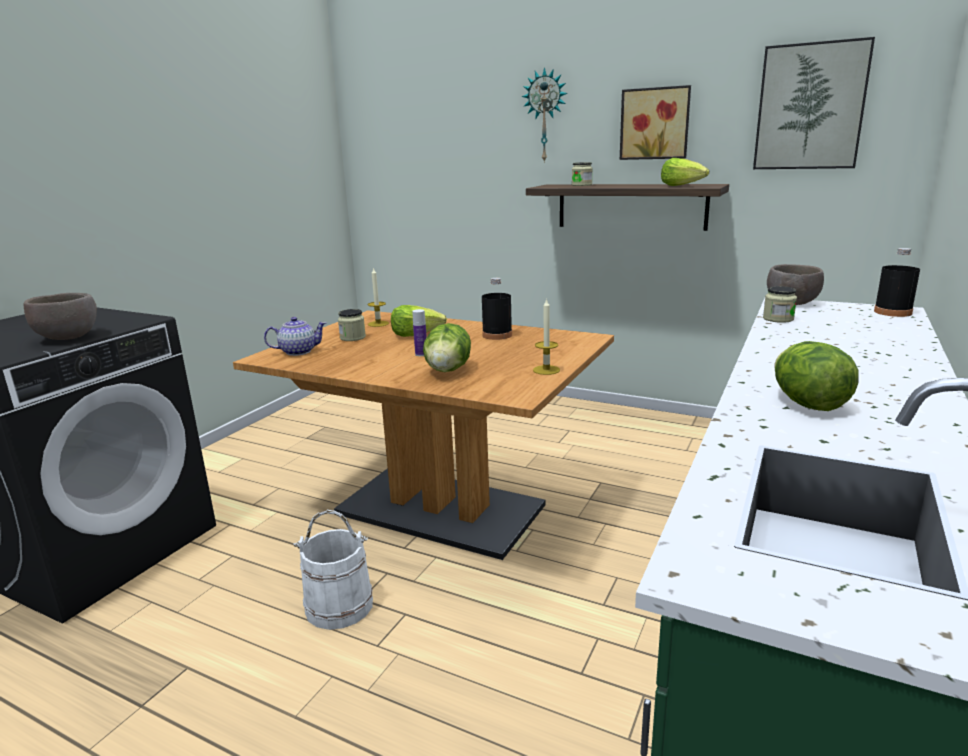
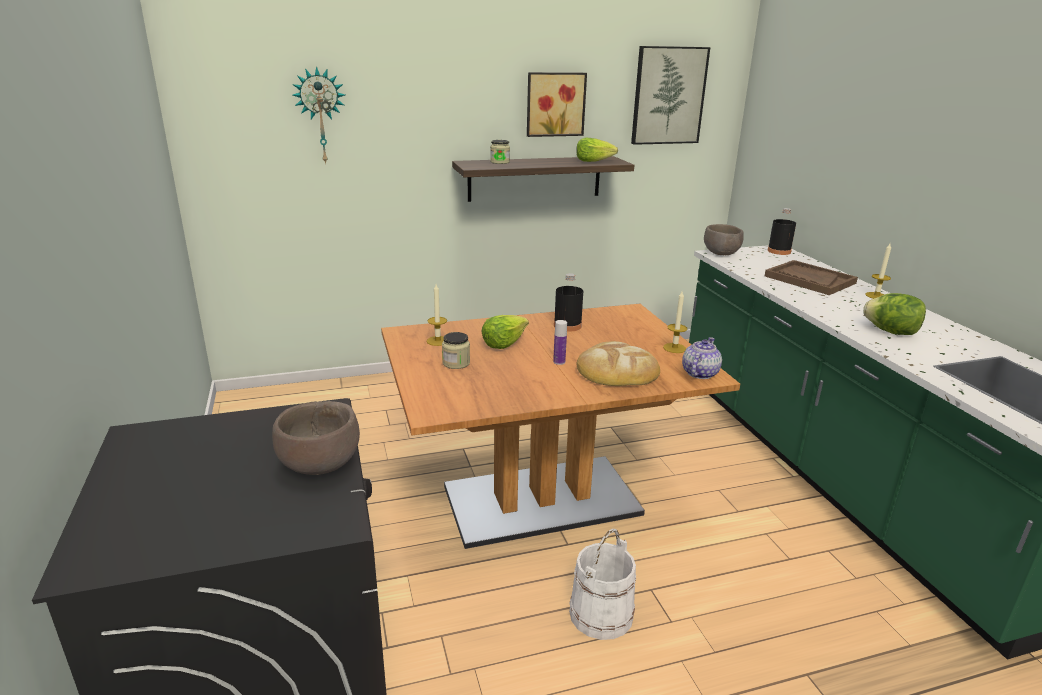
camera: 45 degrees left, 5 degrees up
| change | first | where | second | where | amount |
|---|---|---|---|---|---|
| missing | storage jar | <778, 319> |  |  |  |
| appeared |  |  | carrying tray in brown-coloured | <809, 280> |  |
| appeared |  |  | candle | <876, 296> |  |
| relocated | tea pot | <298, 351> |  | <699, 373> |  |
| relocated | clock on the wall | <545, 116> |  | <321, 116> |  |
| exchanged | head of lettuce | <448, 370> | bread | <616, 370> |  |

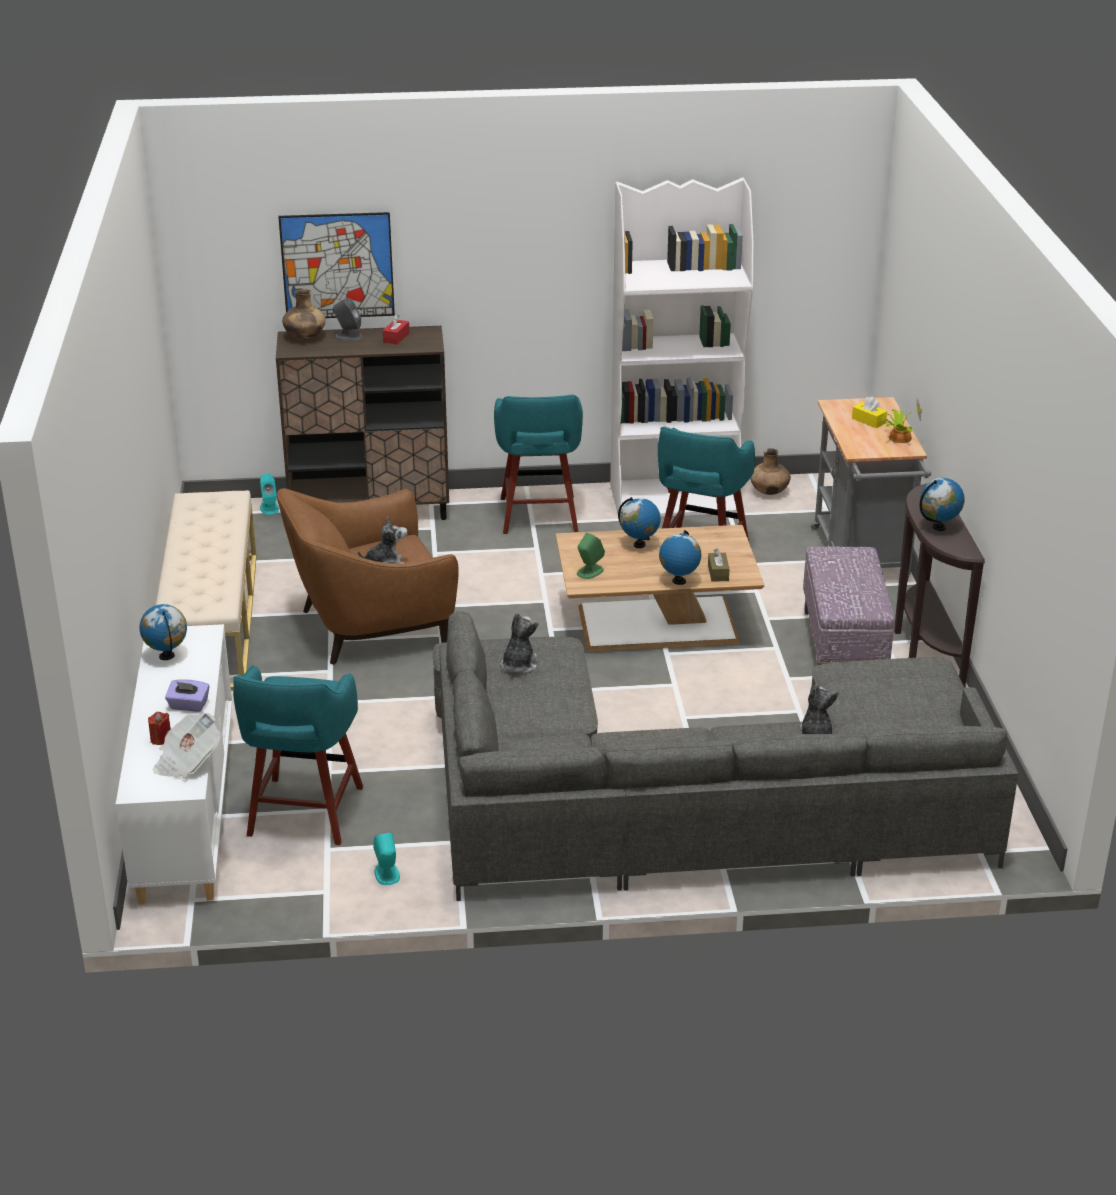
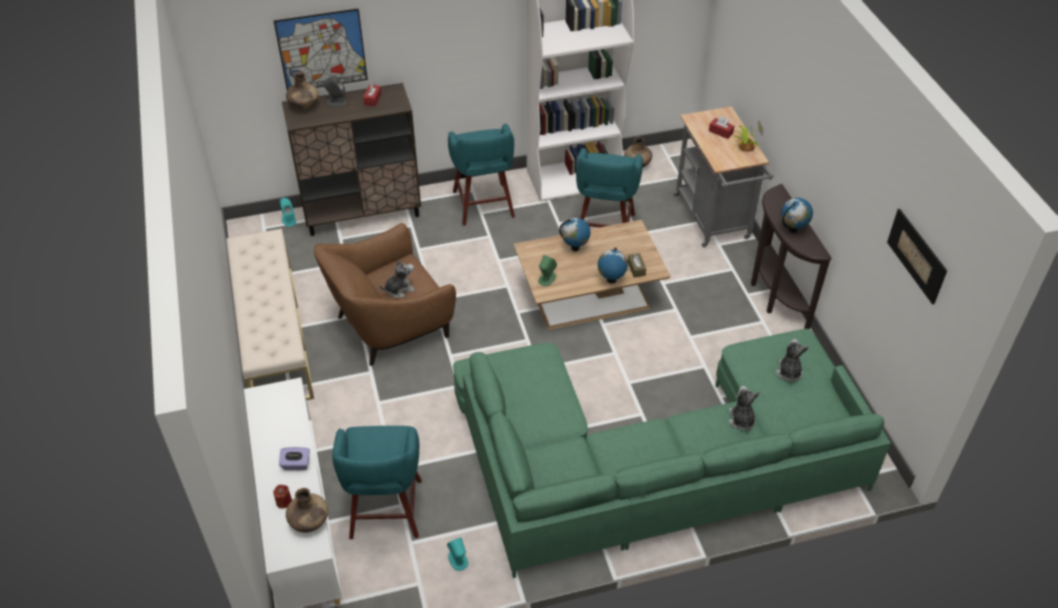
camera: 10 degrees left, 15 degrees up
| change | first | where | second | where | amount |
|---|---|---|---|---|---|
| missing | desk globe | <167, 656> |  |  |  |
| missing | ottoman | <844, 646> |  |  |  |
| appeared |  |  | wall picture | <916, 255> |  |
| relocated | plush toy | <518, 665> |  | <789, 372> |  |
| exchanged | daily paper | <187, 762> | flower vase in brown-coloured | <309, 522> |  |
| colour | settee in gray | <692, 806> | settee in green-coloured | <653, 464> |  |
| colour | tissue box in yellow | <868, 421> | tissue box in red | <720, 132> |  |

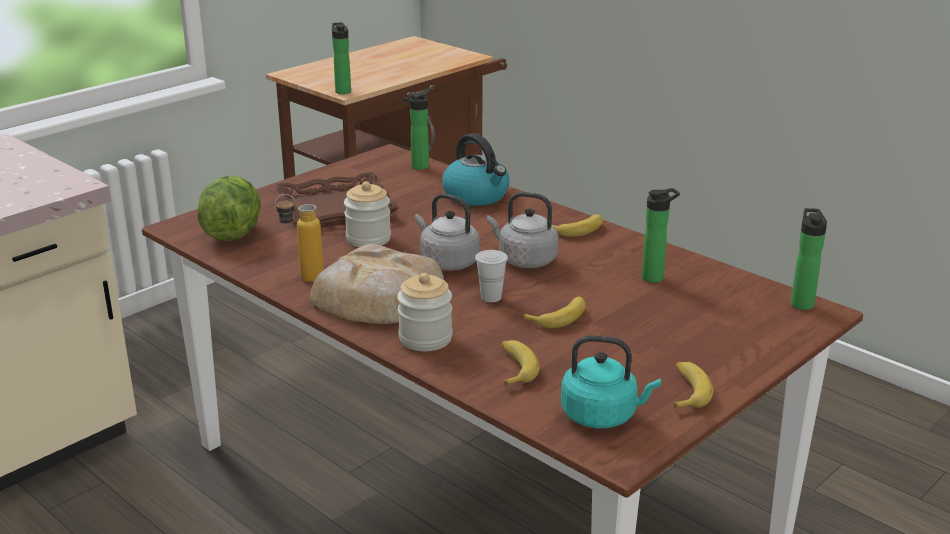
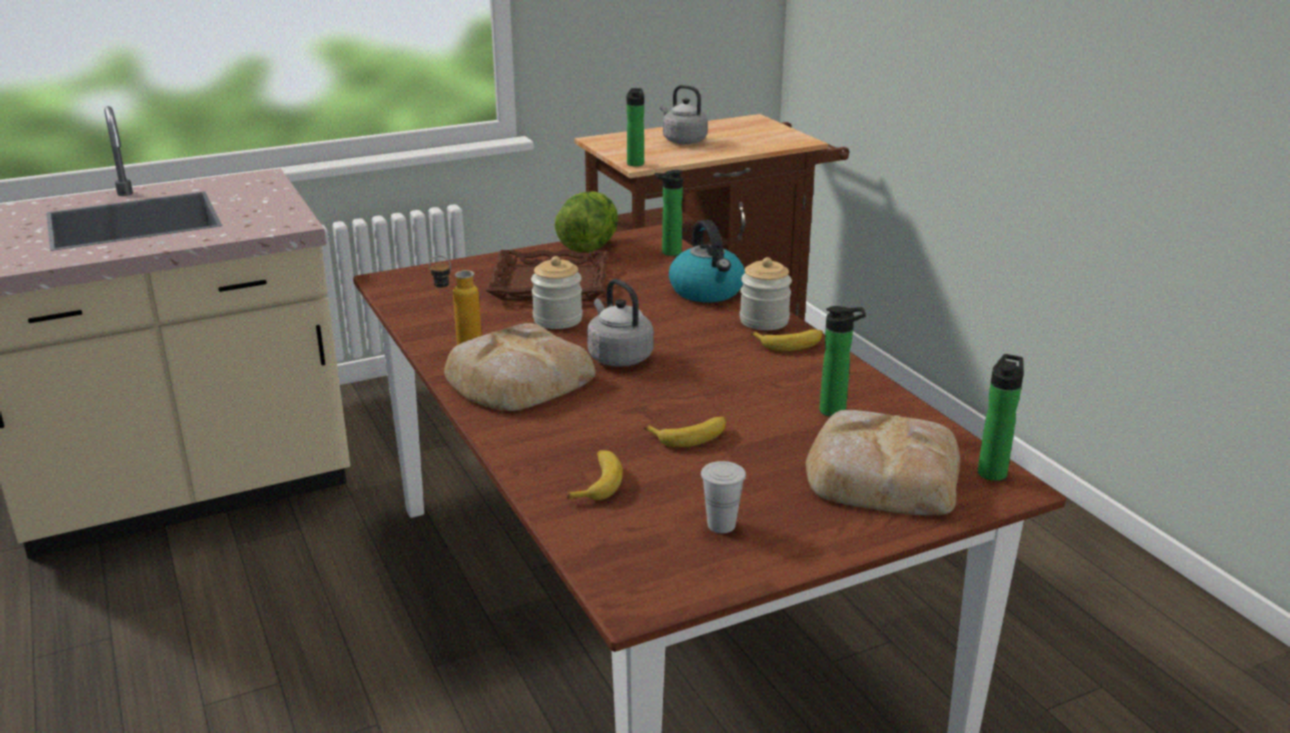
camera: 20 degrees right, 0 degrees up
| change | first | where | second | where | amount |
|---|---|---|---|---|---|
| missing | kettle in turquoise-coloured | <602, 416> |  |  |  |
| missing | whole banana | <687, 391> |  |  |  |
| appeared |  |  | bread | <880, 474> |  |
| relocated | head of lettuce | <232, 233> |  | <589, 247> |  |
| relocated | storage jar | <425, 339> |  | <764, 321> |  |
| relocated | drinking cup in whitish | <491, 297> |  | <721, 525> |  |
| relocated | kettle in gray | <524, 260> |  | <682, 140> |  |

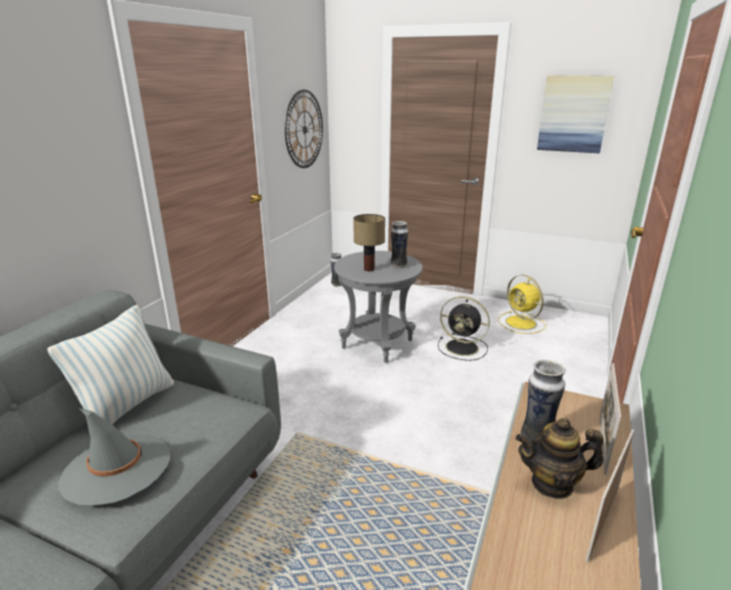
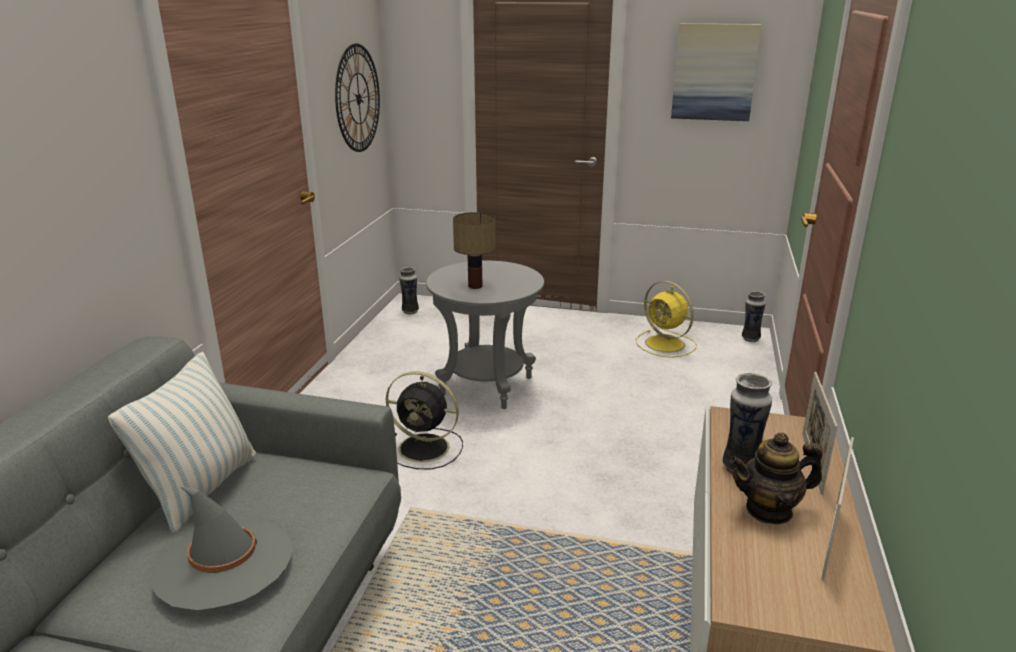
camera: 10 degrees left, 0 degrees up
| change | first | where | second | where | amount |
|---|---|---|---|---|---|
| relocated | flower vase | <398, 265> |  | <750, 338> |  |
| relocated | electric fan in black-coloured | <463, 348> |  | <426, 448> |  |

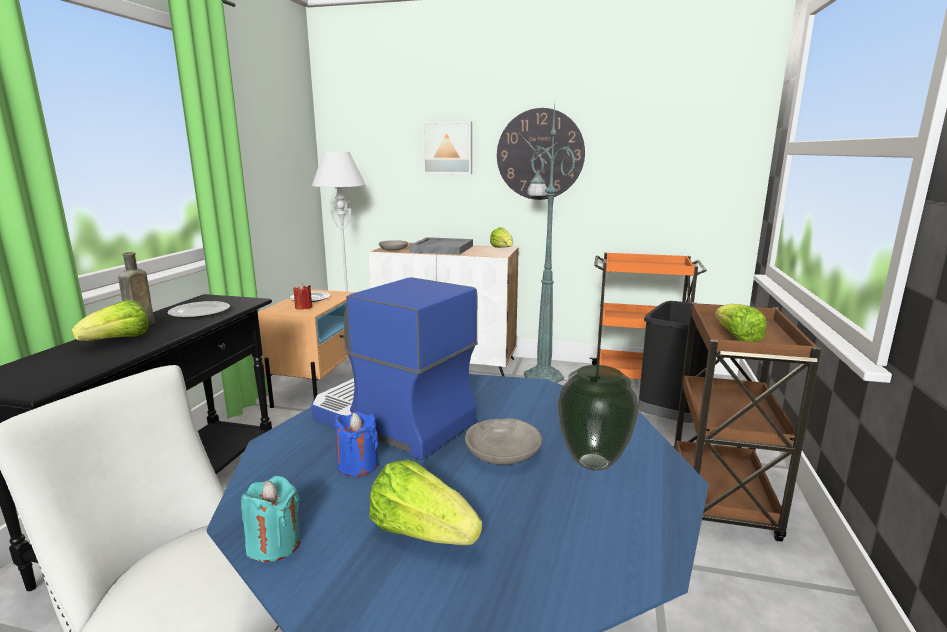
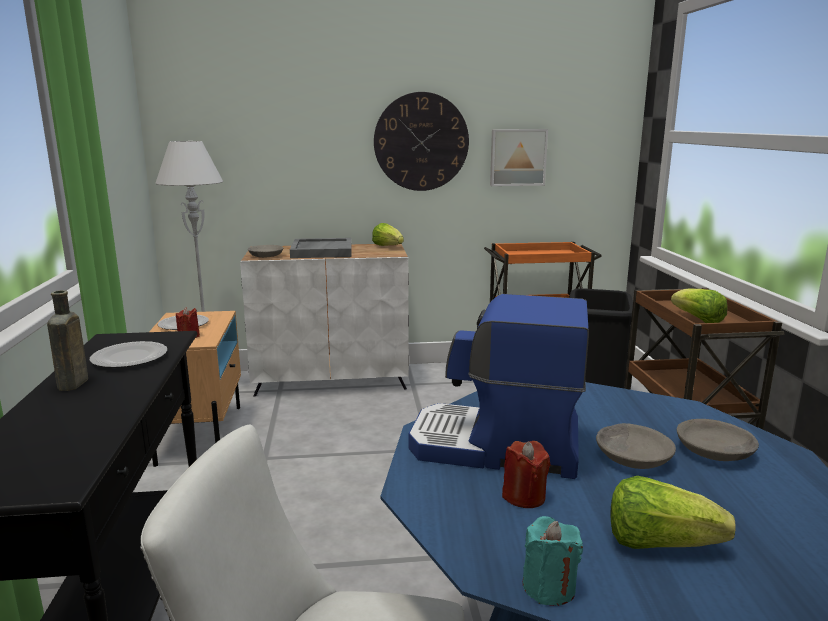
camera: 20 degrees left, 0 degrees up
| change | first | where | second | where | amount |
|---|---|---|---|---|---|
| missing | head of lettuce | <119, 340> |  |  |  |
| missing | standing lamp in green-coloured | <542, 376> |  |  |  |
| relocated | wall picture | <448, 148> |  | <517, 157> |  |
| exchanged | flower vase | <594, 463> | serving bowl in gray | <715, 451> |  |
| colour | candle in blue | <357, 465> | candle in red | <524, 496> |  |

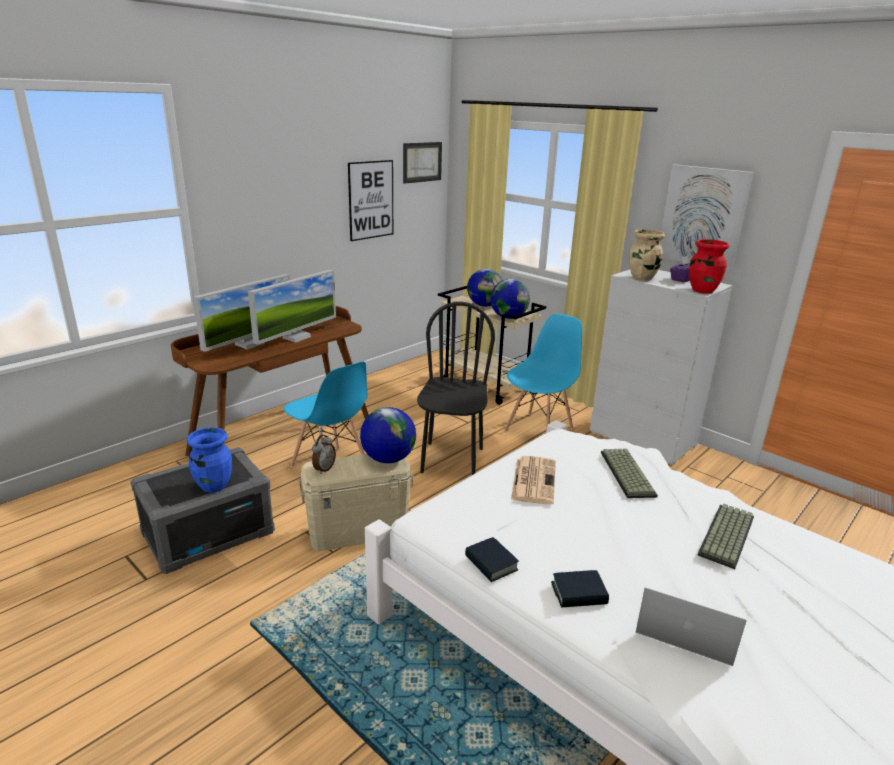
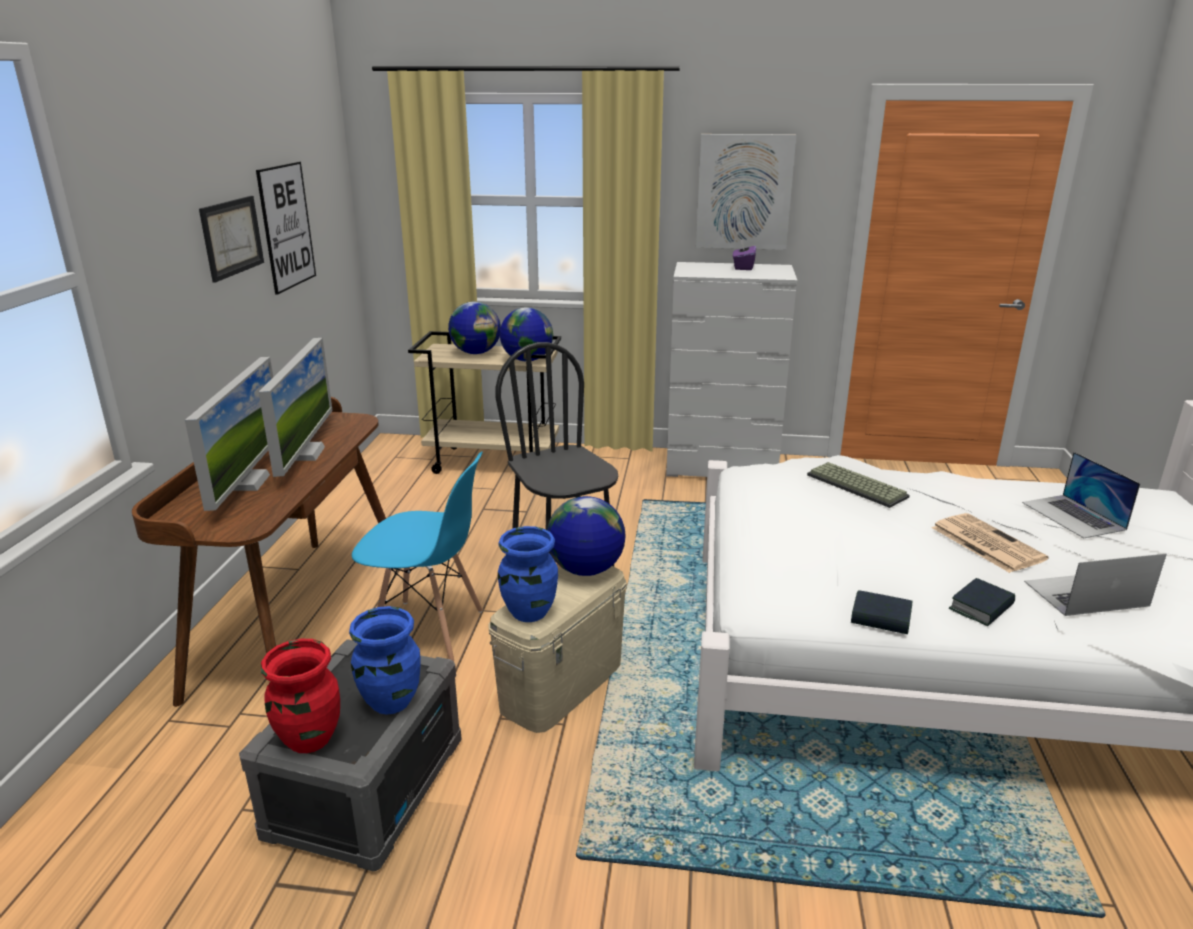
camera: 35 degrees left, 0 degrees up
| change | first | where | second | where | amount |
|---|---|---|---|---|---|
| missing | plain chair in blue | <539, 429> |  |  |  |
| missing | flower vase in beige-coloured | <642, 278> |  |  |  |
| missing | PC keyboard | <728, 537> |  |  |  |
| appeared |  |  | notebook computer | <1073, 516> |  |
| relocated | wall picture | <422, 162> |  | <232, 237> |  |
| relocated | daily paper | <533, 480> |  | <985, 543> |  |
| relocated | flower vase in red | <702, 290> |  | <309, 739> |  |
| exchanged | alarm clock | <324, 469> | flower vase in blue | <528, 612> |  |

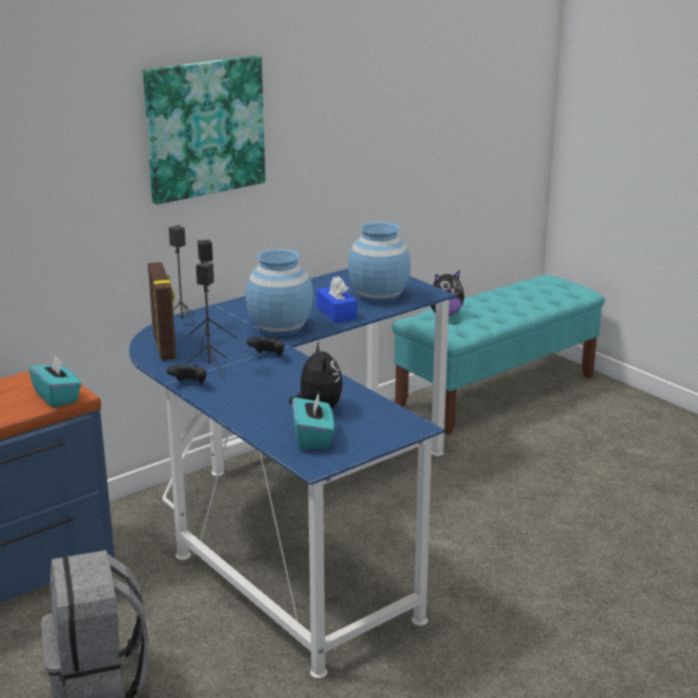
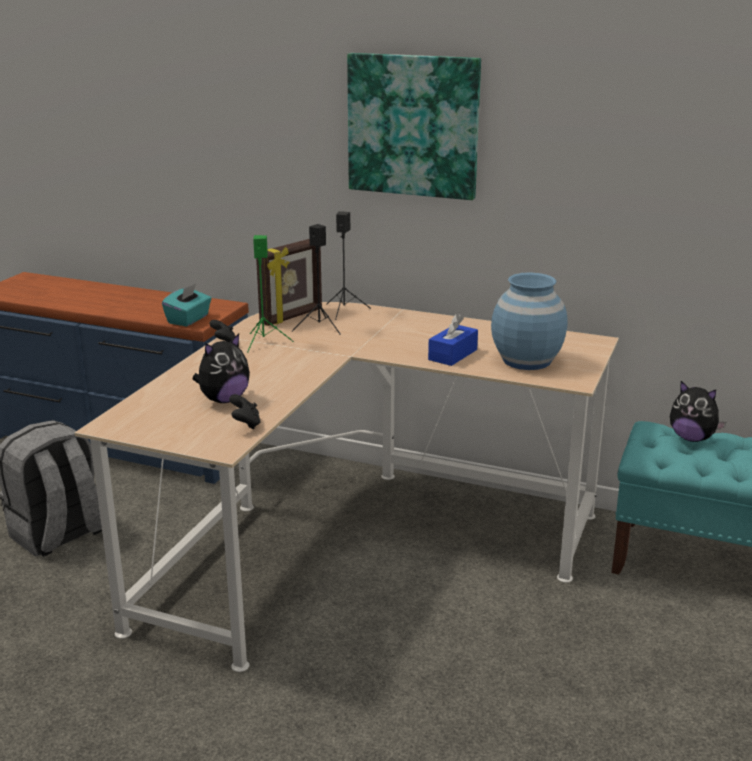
camera: 60 degrees right, 0 degrees up
| change | first | where | second | where | amount |
|---|---|---|---|---|---|
| missing | flower vase in blue | <280, 328> |  |  |  |
| missing | tissue box in turquoise-coloured | <313, 438> |  |  |  |
| relocated | gamepad in black-coloured | <268, 356> |  | <245, 424> |  |
| colour | desk in blue | <297, 518> | desk in beige-coloured | <354, 539> |  |
| colour | audio speaker in black-coloured | <210, 369> | audio speaker in green-coloured | <263, 342> |  |

